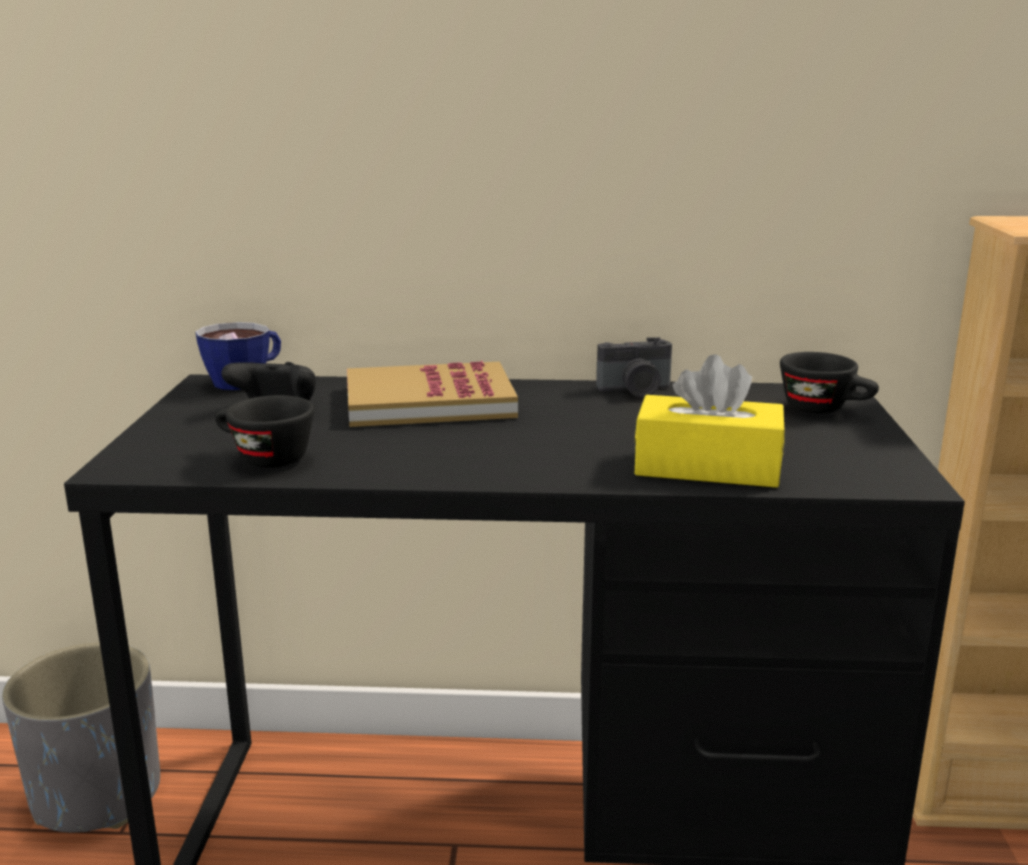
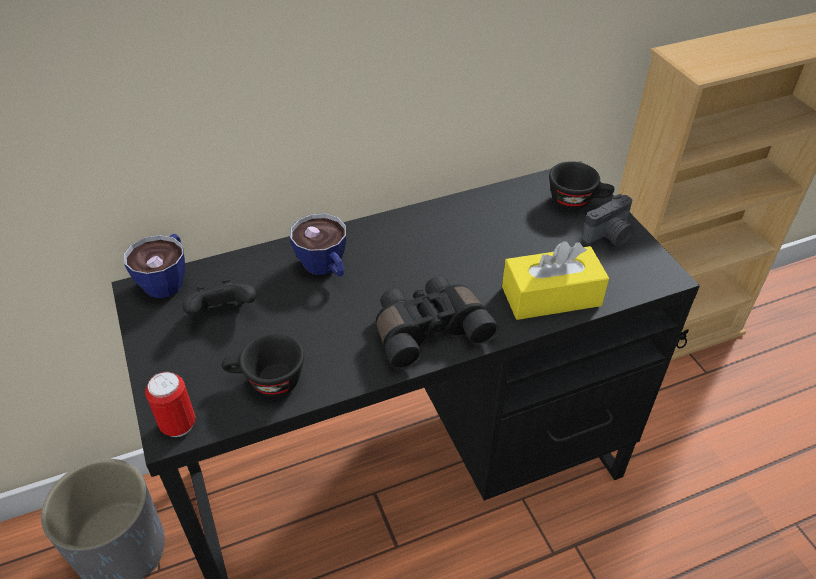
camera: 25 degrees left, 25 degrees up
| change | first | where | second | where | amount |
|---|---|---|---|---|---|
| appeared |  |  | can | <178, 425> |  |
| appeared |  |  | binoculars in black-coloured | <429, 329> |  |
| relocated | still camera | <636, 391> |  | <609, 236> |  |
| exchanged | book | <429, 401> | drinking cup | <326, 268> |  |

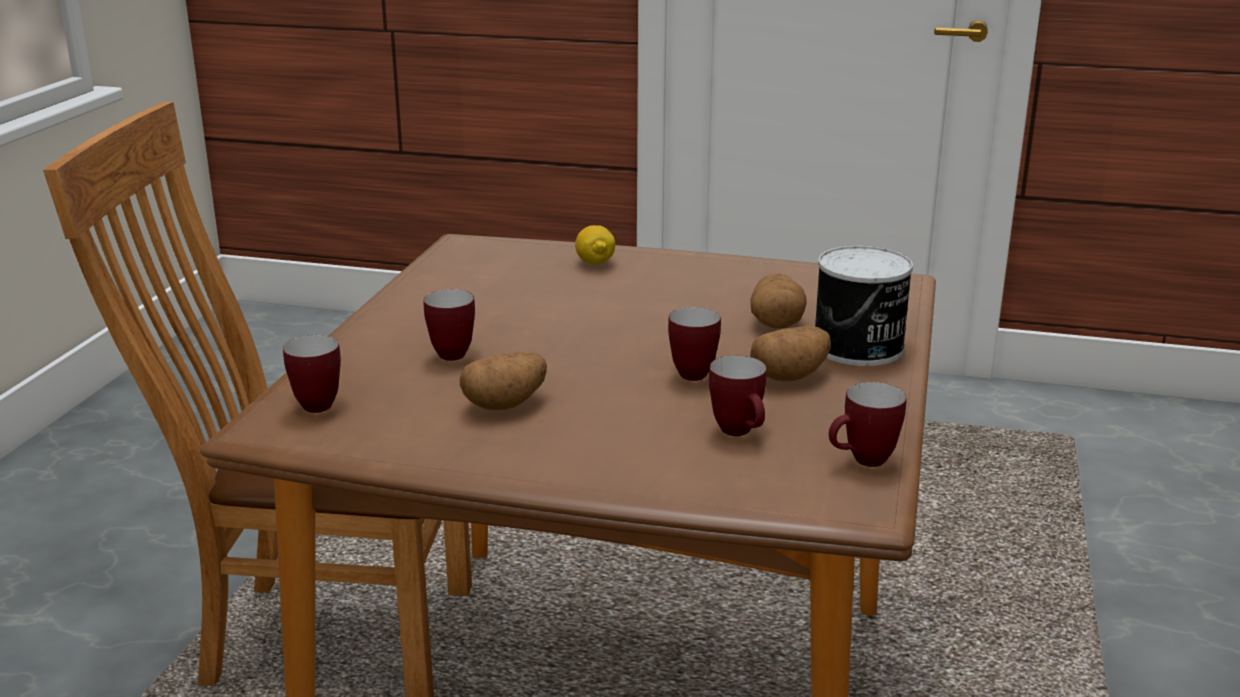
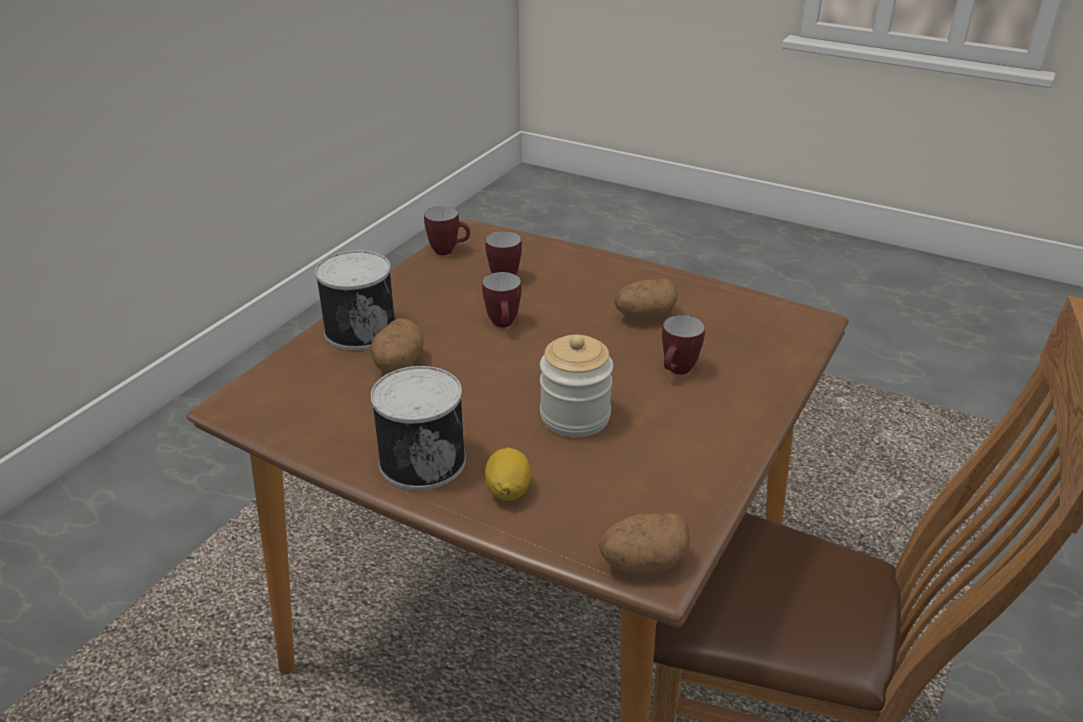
camera: 165 degrees left, 10 degrees up
| change | first | where | second | where | amount |
|---|---|---|---|---|---|
| missing | mug | <313, 404> |  |  |  |
| appeared |  |  | can | <422, 460> |  |
| appeared |  |  | storage jar | <575, 417> |  |
| relocated | potato | <790, 376> |  | <642, 563> |  |

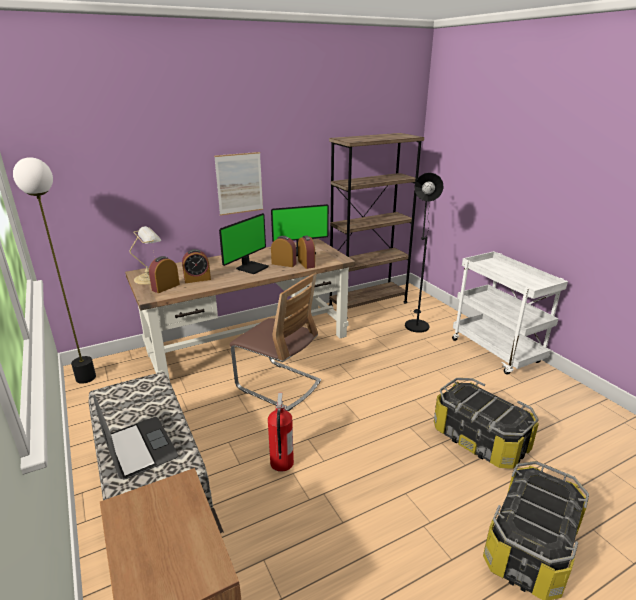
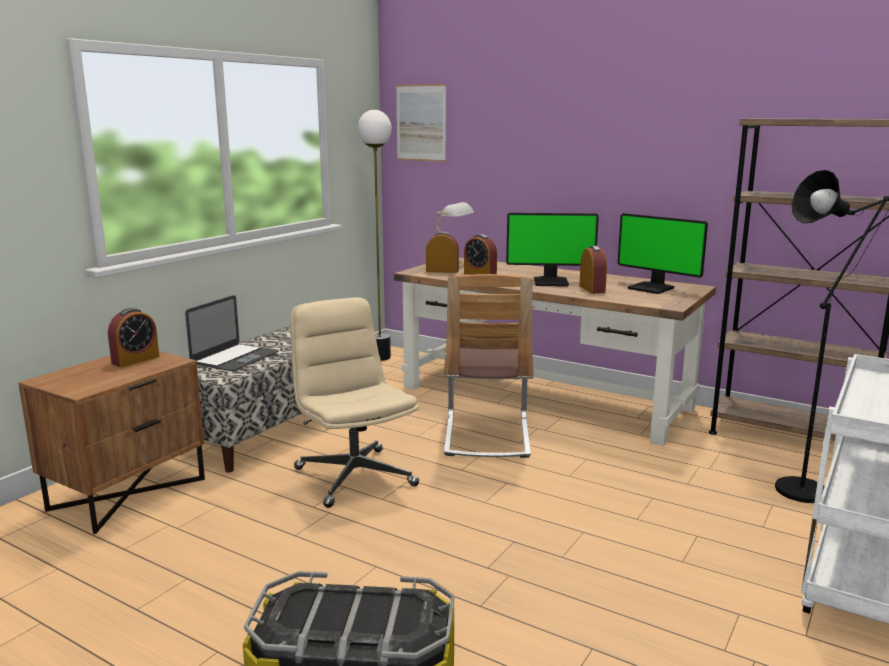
camera: 60 degrees right, 10 degrees down
| change | first | where | second | where | amount |
|---|---|---|---|---|---|
| missing | storage container | <480, 439> |  |  |  |
| relocated | wall picture | <239, 183> |  | <421, 123> |  |
| relocated | alarm clock | <306, 264> |  | <135, 360> |  |
| exchanged | fire-fighting cylinder | <281, 463> | desk chair in beige-coloured | <354, 476> |  |

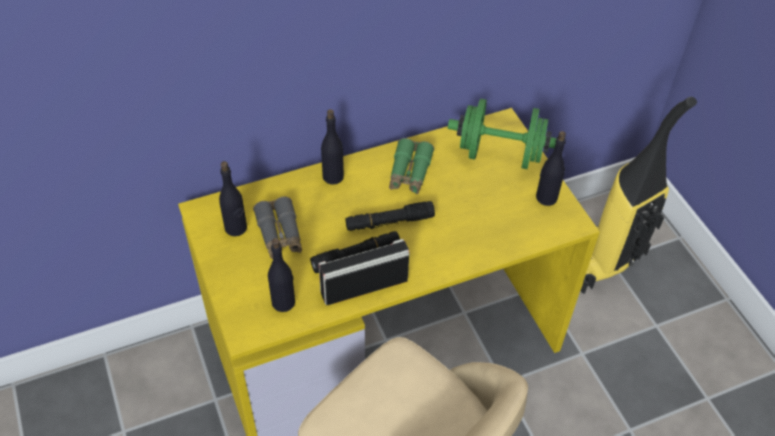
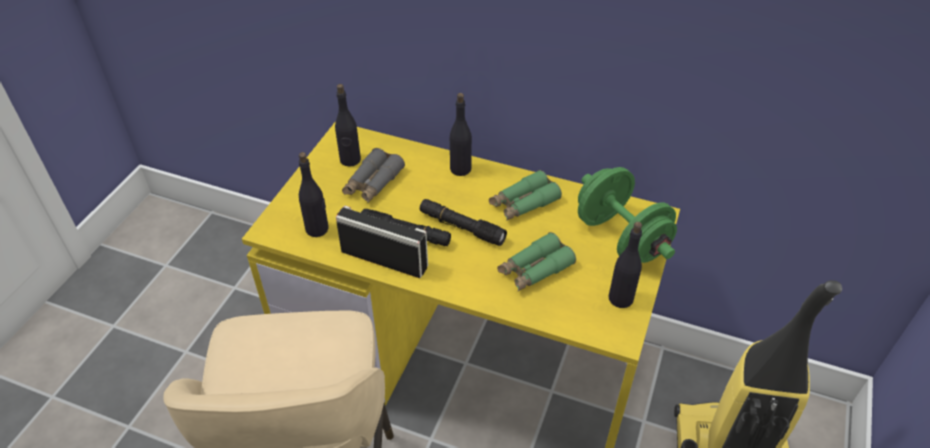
camera: 45 degrees right, 5 degrees down
| change | first | where | second | where | amount |
|---|---|---|---|---|---|
| appeared |  |  | binoculars in green-coloured | <535, 269> |  |

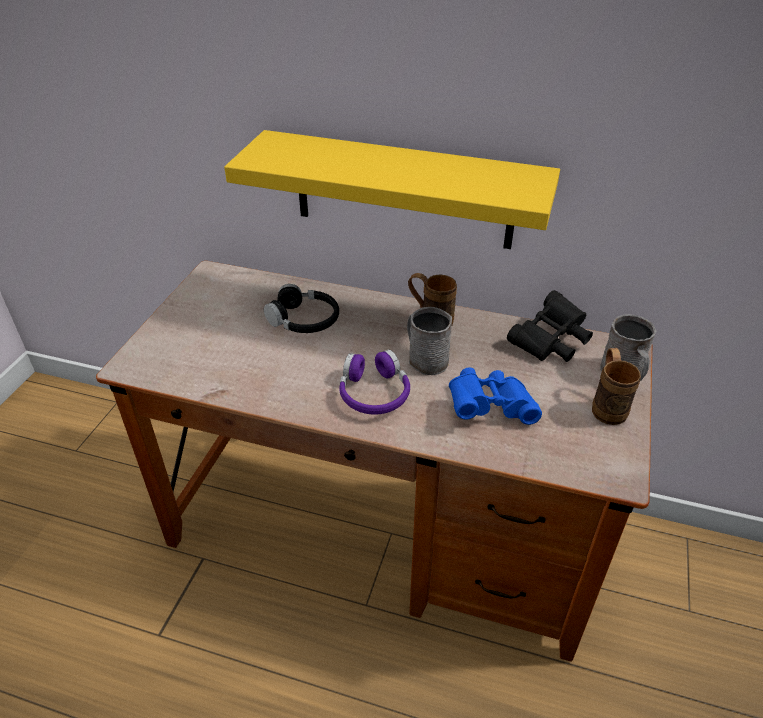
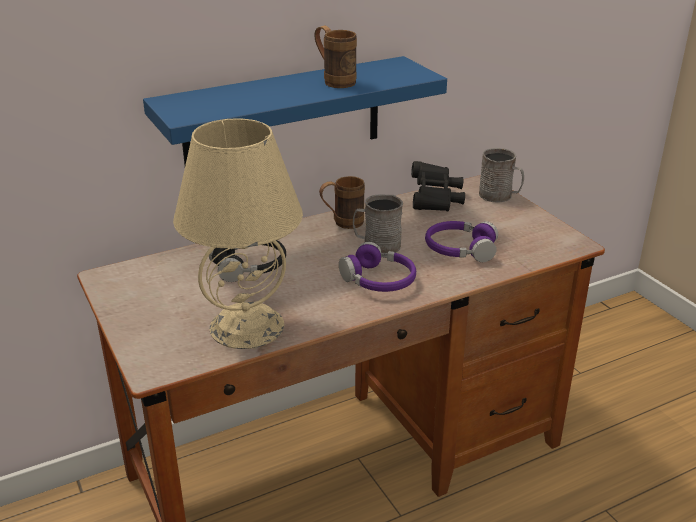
camera: 45 degrees left, 10 degrees down
| change | first | where | second | where | amount |
|---|---|---|---|---|---|
| appeared |  |  | tabletop lamp in beige-coloured | <247, 325> |  |
| relocated | mug in brown-coloured | <607, 405> |  | <334, 81> |  |
| exchanged | binoculars in blue | <489, 408> | headphones in purple | <460, 249> |  |
| colour | wall shelf in yellow | <403, 191> | wall shelf in blue | <283, 116> |  |

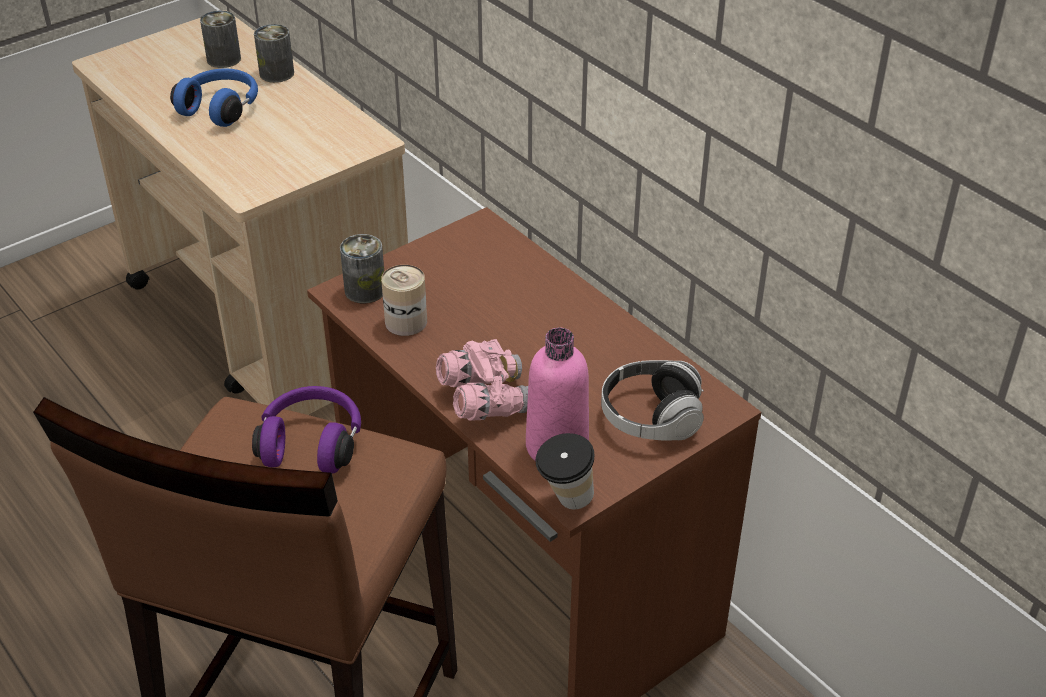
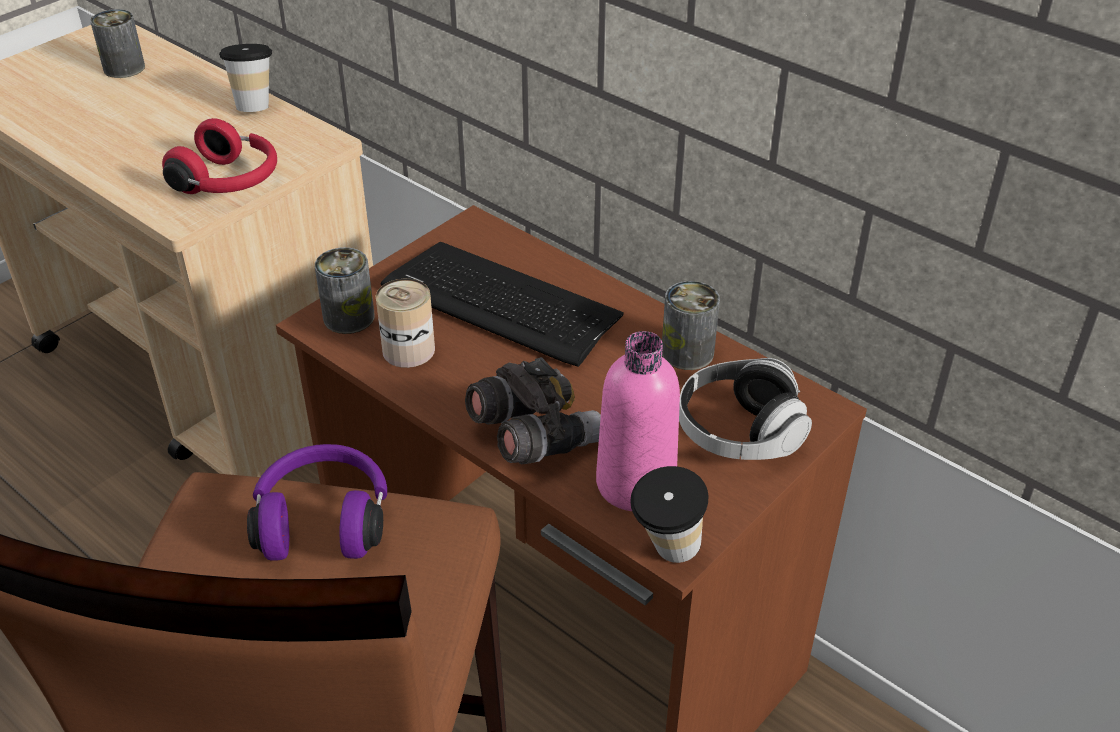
camera: 10 degrees left, 0 degrees up
| change | first | where | second | where | amount |
|---|---|---|---|---|---|
| missing | headphones in blue | <221, 108> |  |  |  |
| appeared |  |  | headphones in red | <229, 181> |  |
| appeared |  |  | drinking cup | <254, 105> |  |
| appeared |  |  | PC keyboard | <501, 304> |  |
| relocated | can | <277, 73> |  | <687, 352> |  |
| colour | binoculars in pink | <487, 401> | binoculars in gray | <533, 436> |  |

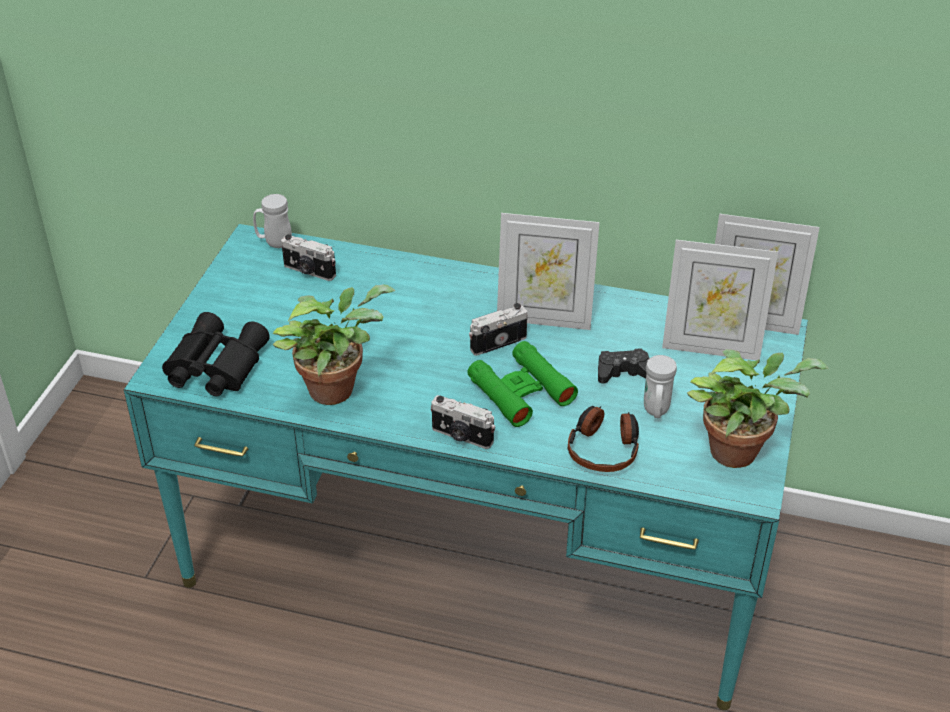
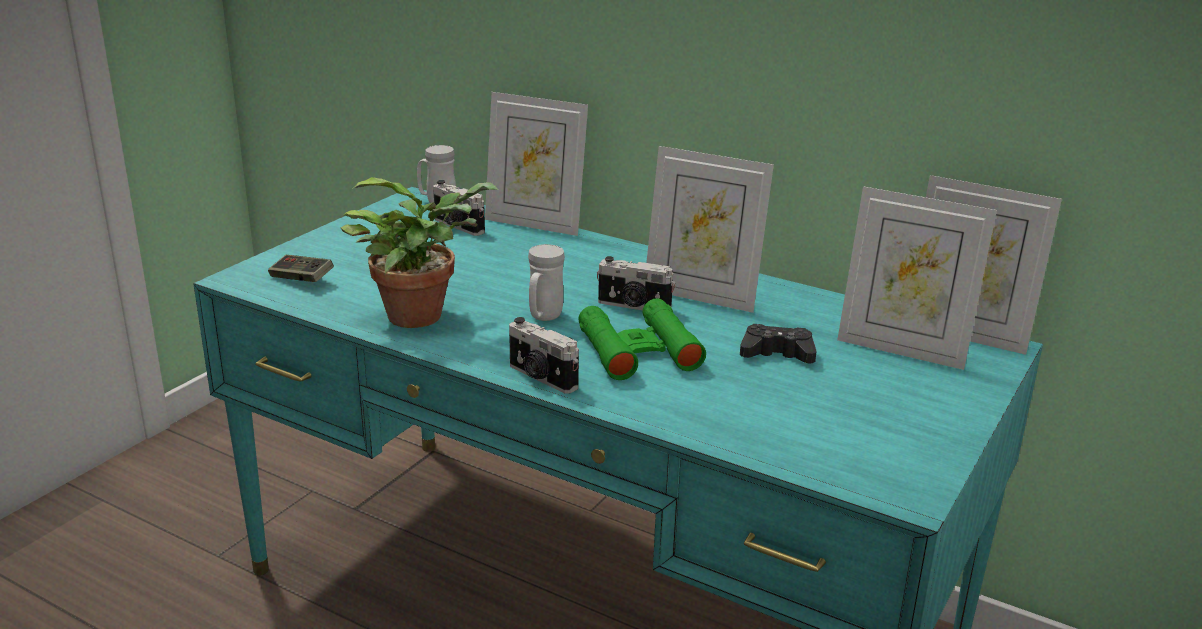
camera: 15 degrees right, 15 degrees down
| change | first | where | second | where | amount |
|---|---|---|---|---|---|
| missing | headphones | <604, 448> |  |  |  |
| missing | potted plant | <739, 449> |  |  |  |
| appeared |  |  | picture frame | <535, 224> |  |
| relocated | mug in whitish | <656, 412> |  | <543, 318> |  |
| exchanged | binoculars in black-coloured | <213, 366> | gamepad | <301, 279> |  |
| spun | still camera | <497, 342> |  | <633, 306> | 150 degrees counterclockwise |

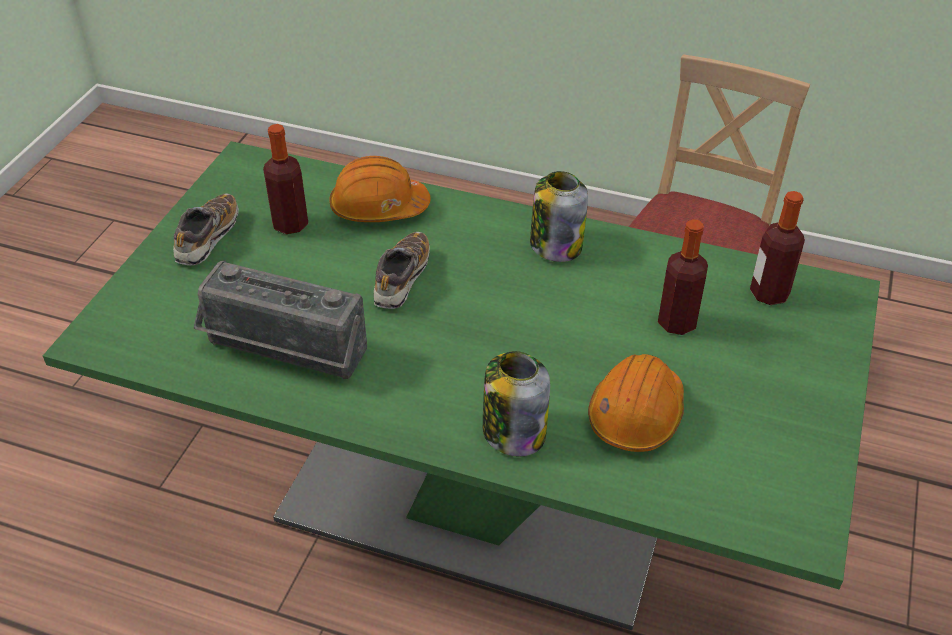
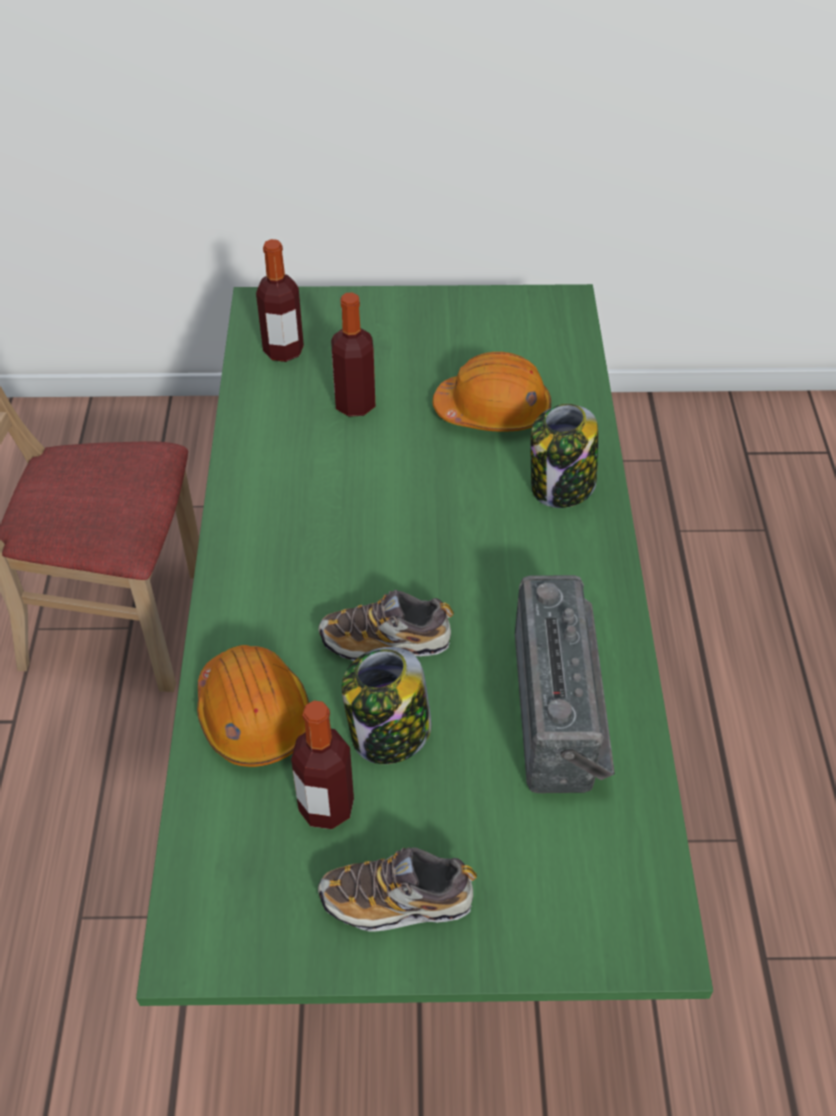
camera: 110 degrees left, 5 degrees up
| change | first | where | second | where | amount |
|---|---|---|---|---|---|
| relocated | storage jar | <555, 245> |  | <389, 734> |  |

